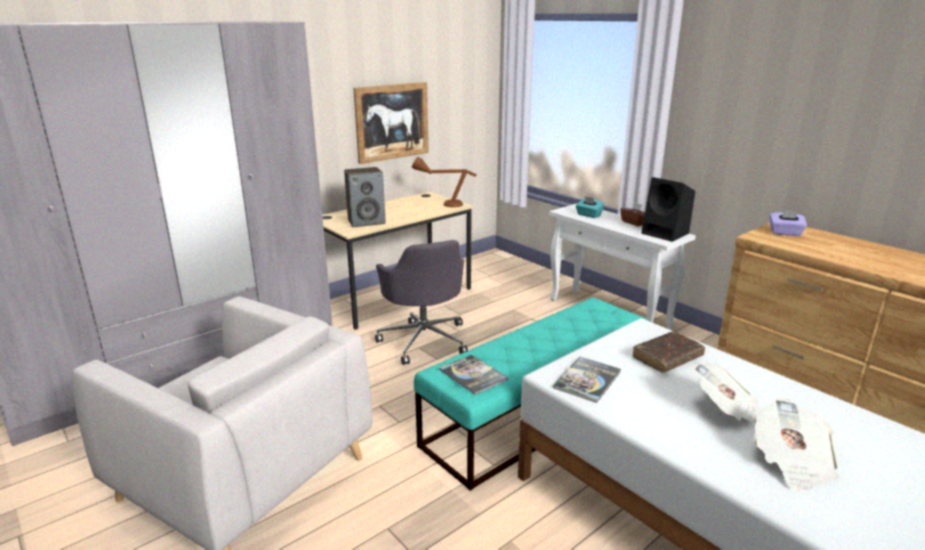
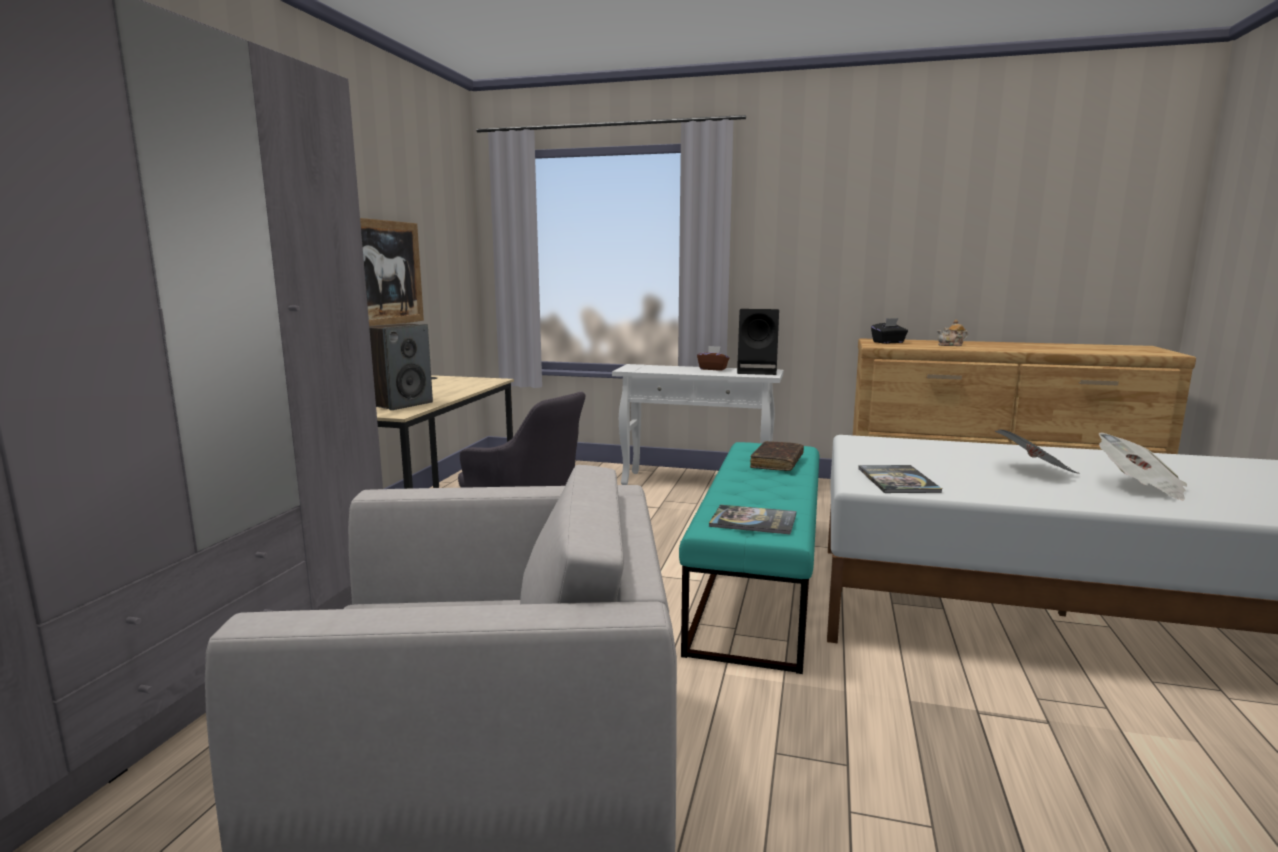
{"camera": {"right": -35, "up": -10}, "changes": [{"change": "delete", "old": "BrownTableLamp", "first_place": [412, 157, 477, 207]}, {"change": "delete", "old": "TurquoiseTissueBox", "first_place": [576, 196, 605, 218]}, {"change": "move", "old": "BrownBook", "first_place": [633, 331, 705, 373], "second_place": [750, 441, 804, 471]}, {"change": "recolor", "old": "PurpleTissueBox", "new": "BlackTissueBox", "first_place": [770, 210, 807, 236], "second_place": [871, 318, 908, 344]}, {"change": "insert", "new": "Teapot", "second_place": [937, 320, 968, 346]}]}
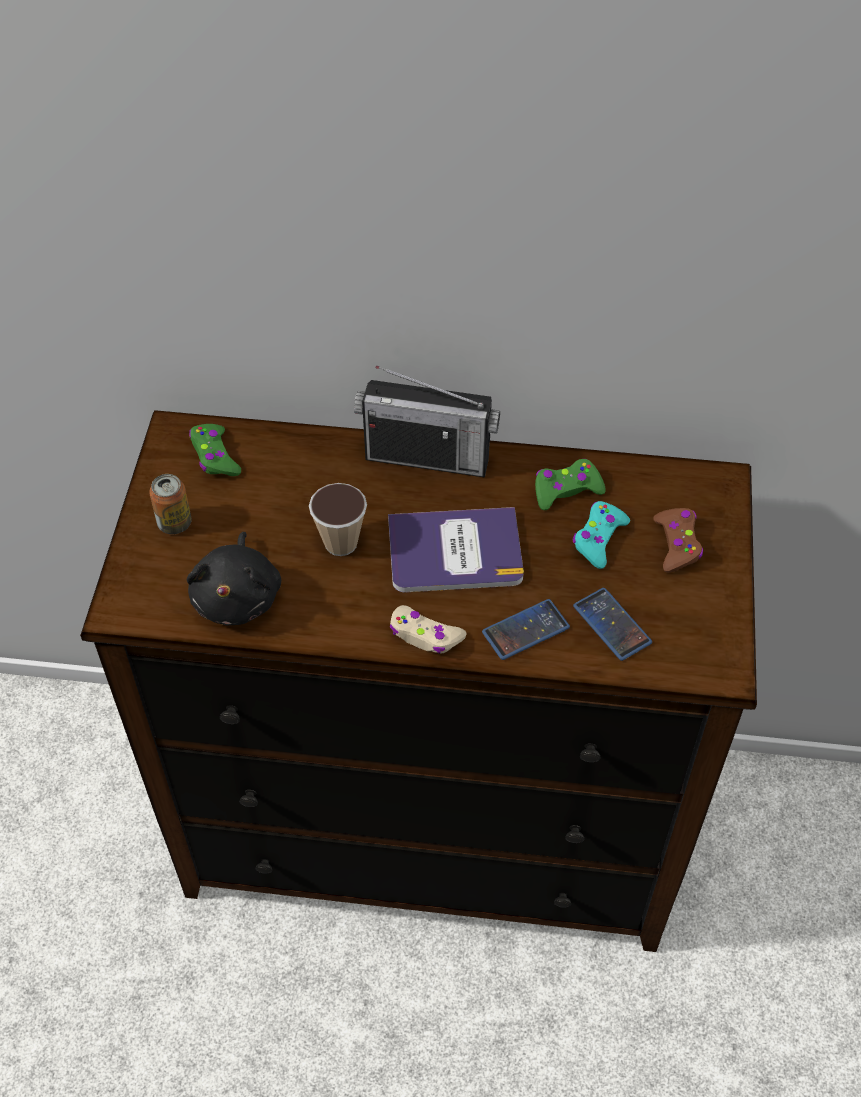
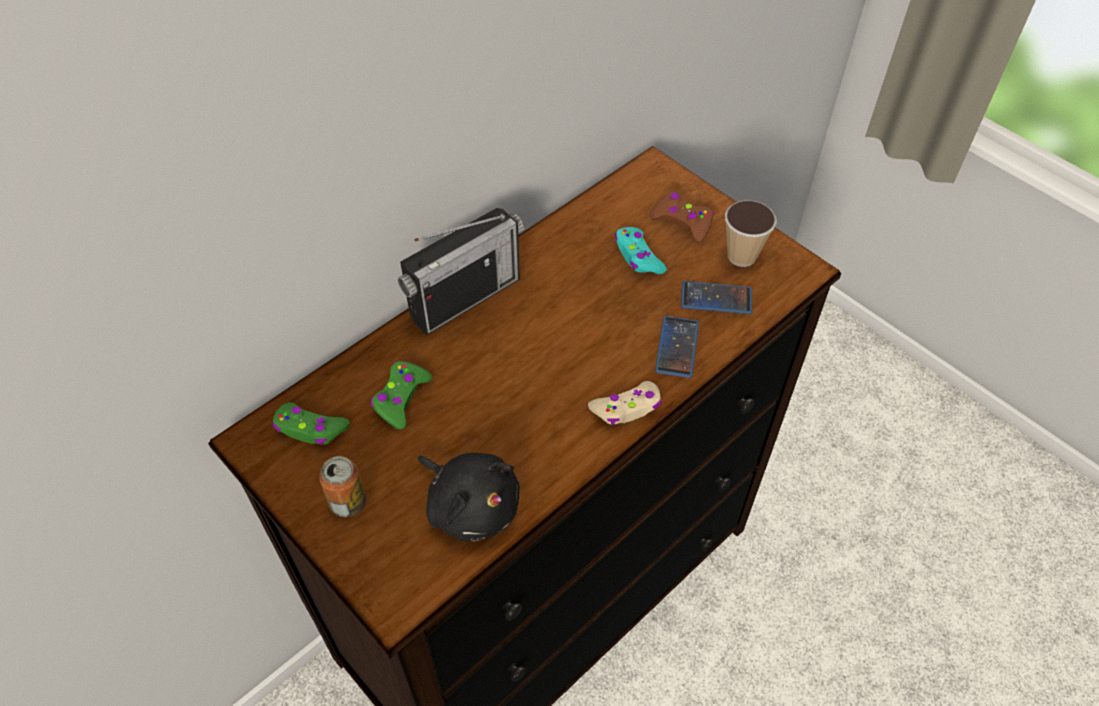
{"camera": {"right": -50, "up": 0}, "changes": [{"change": "move", "old": "Cup", "first_place": [309, 483, 367, 556], "second_place": [725, 200, 777, 267]}, {"change": "delete", "old": "Book", "first_place": [388, 507, 524, 592]}, {"change": "move", "old": "GreenGameController", "first_place": [535, 459, 606, 510], "second_place": [371, 361, 432, 430]}]}
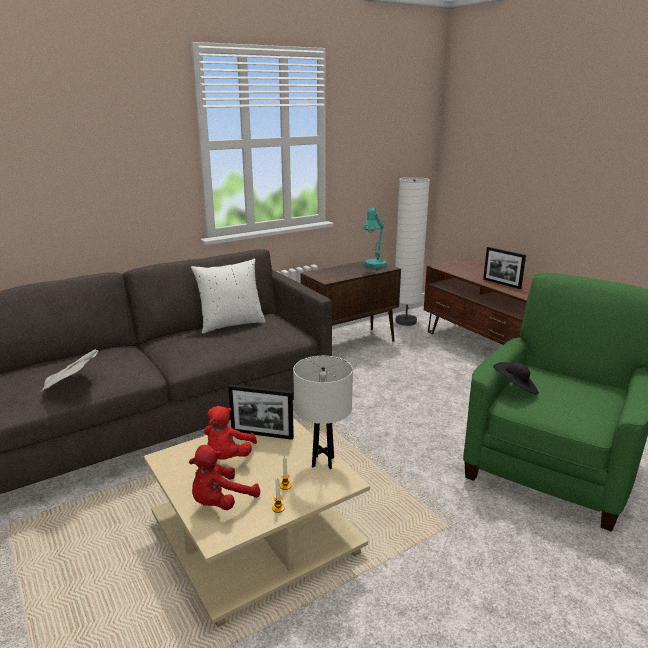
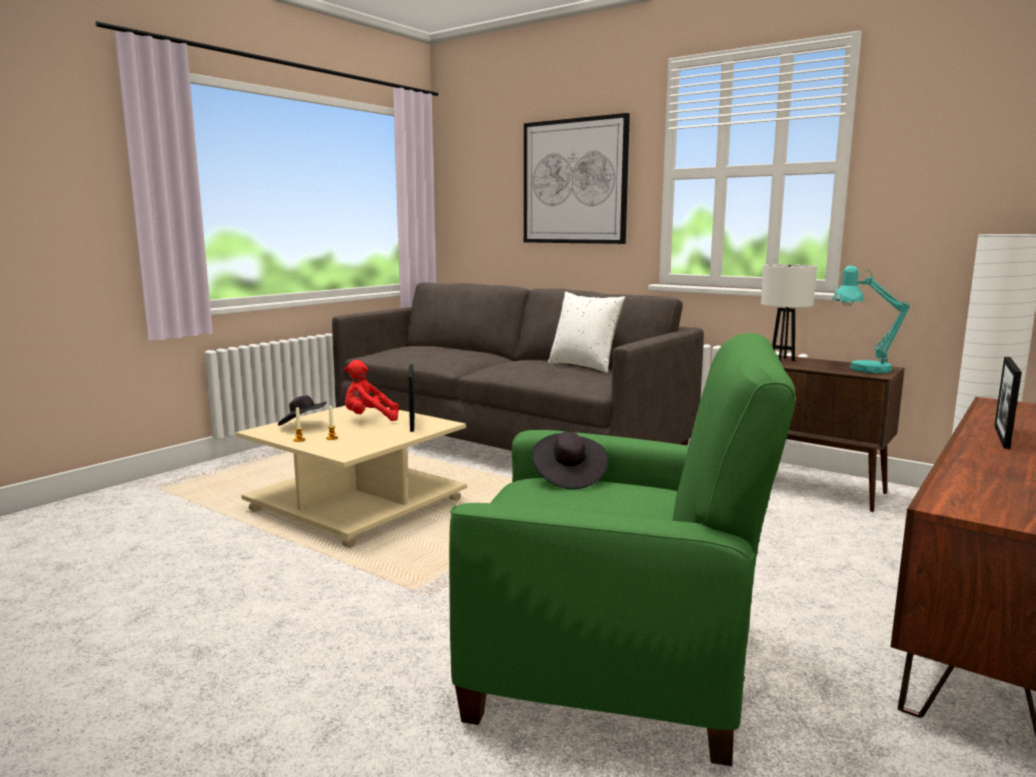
{"camera": {"right": 70, "up": -10}, "changes": [{"change": "delete", "old": "Newspaper", "first_place": [41, 348, 98, 391]}, {"change": "replace", "old": "RedPlushToy", "new": "BlackHat", "first_place": [189, 445, 260, 510], "second_place": [278, 395, 327, 426]}, {"change": "move", "old": "WhiteTableLamp", "first_place": [293, 356, 353, 469], "second_place": [761, 264, 817, 361]}, {"change": "insert", "new": "Picture", "second_place": [524, 113, 630, 244]}]}
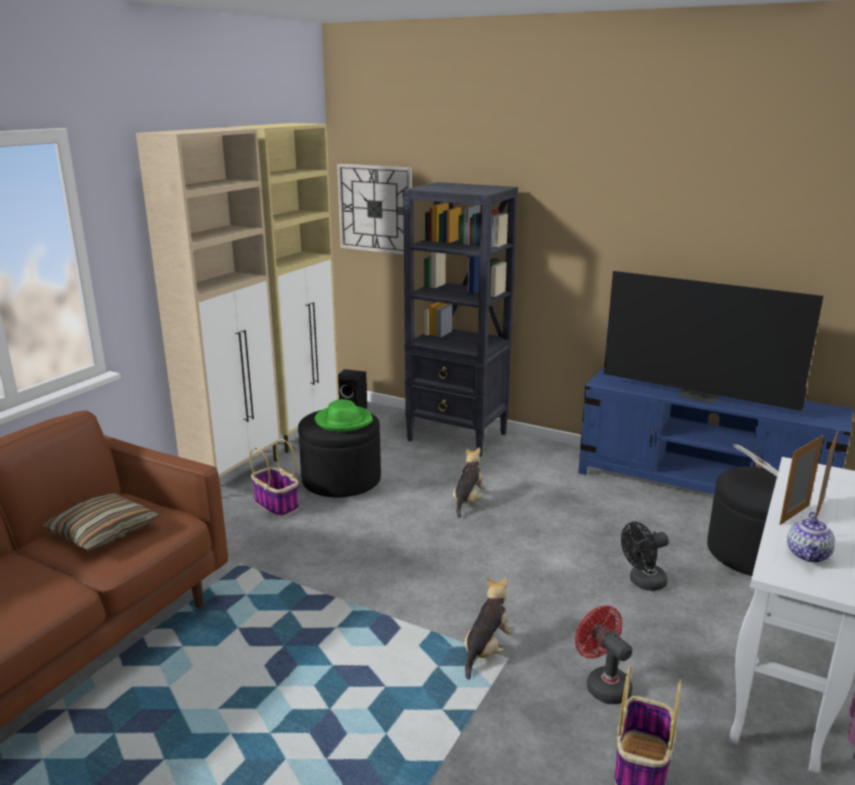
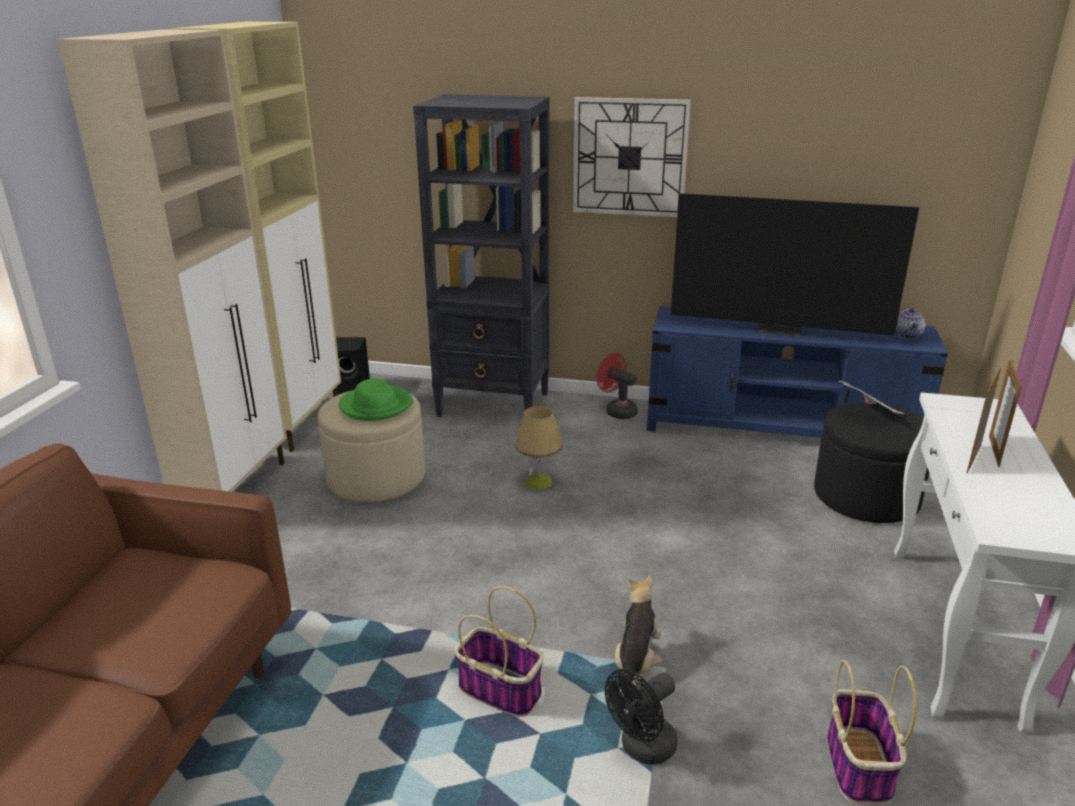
{"camera": {"right": -15, "up": 5}, "changes": [{"change": "delete", "old": "Pillow", "first_place": [42, 493, 160, 551]}, {"change": "move", "old": "Basket", "first_place": [250, 439, 299, 517], "second_place": [454, 586, 544, 717]}, {"change": "recolor", "old": "BlackOttoman", "new": "BeigeOttoman", "first_place": [298, 410, 381, 497], "second_place": [318, 391, 425, 502]}, {"change": "move", "old": "WallClock", "first_place": [337, 164, 412, 255], "second_place": [573, 97, 691, 217]}, {"change": "replace", "old": "PlushToy", "new": "TableLamp", "first_place": [453, 448, 486, 518], "second_place": [515, 406, 563, 490]}, {"change": "move", "old": "RedFan", "first_place": [575, 606, 633, 704], "second_place": [597, 353, 638, 419]}, {"change": "move", "old": "BlackFan", "first_place": [621, 522, 669, 591], "second_place": [605, 669, 678, 765]}, {"change": "move", "old": "Teapot", "first_place": [787, 512, 835, 563], "second_place": [896, 307, 926, 339]}]}
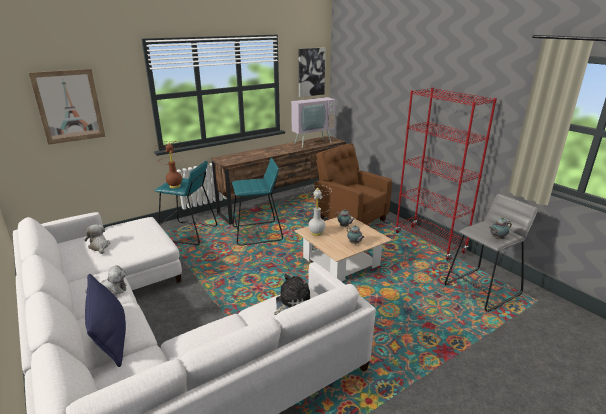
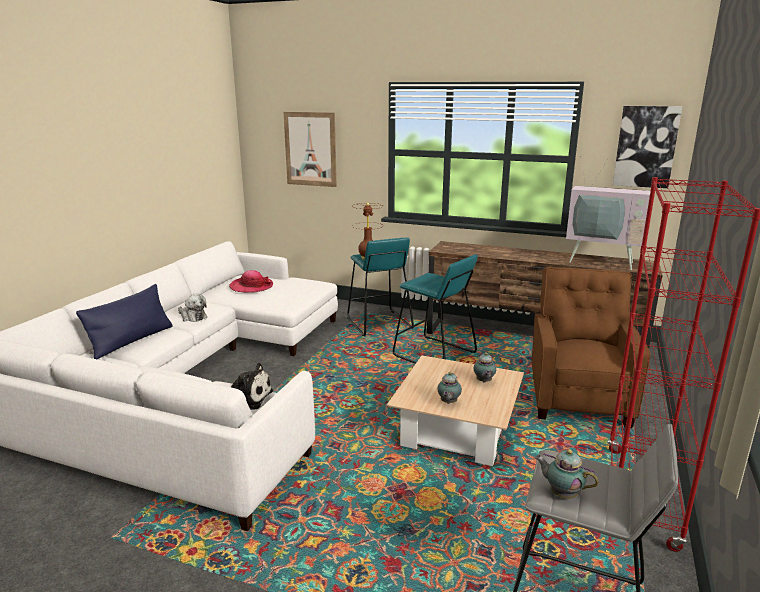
{"camera": {"right": 55, "up": -5}, "changes": [{"change": "replace", "old": "PlushToy", "new": "Hat", "first_place": [85, 224, 111, 254], "second_place": [229, 270, 273, 292]}, {"change": "delete", "old": "WhiteTableLamp", "first_place": [306, 185, 331, 236]}]}
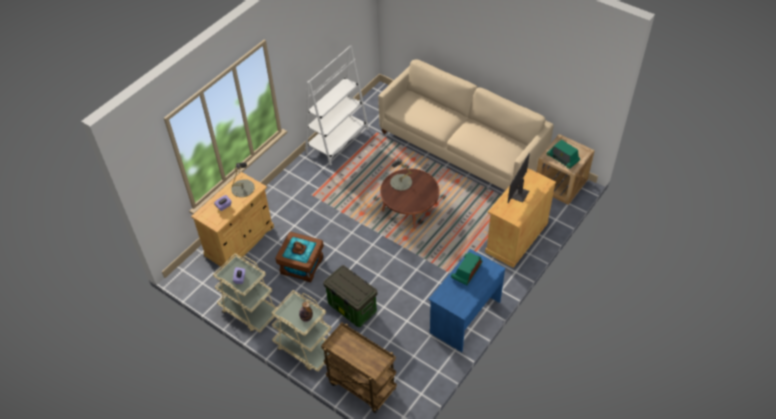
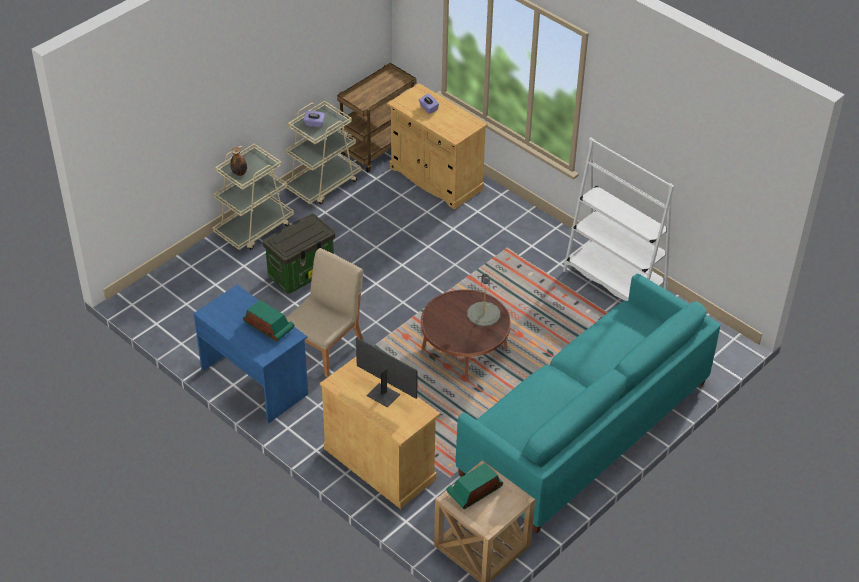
{"camera": {"right": 95, "up": -5}, "changes": [{"change": "delete", "old": "GreyTableLamp", "first_place": [231, 162, 255, 197]}, {"change": "delete", "old": "BrownStorageBox", "first_place": [275, 232, 324, 282]}, {"change": "move", "old": "BrownCart", "first_place": [321, 323, 397, 413], "second_place": [337, 63, 417, 172]}, {"change": "recolor", "old": "BeigeSofa", "new": "TurquoiseSofa", "first_place": [378, 59, 554, 191], "second_place": [456, 274, 720, 534]}, {"change": "insert", "new": "BeigeChair", "second_place": [286, 248, 364, 377]}]}
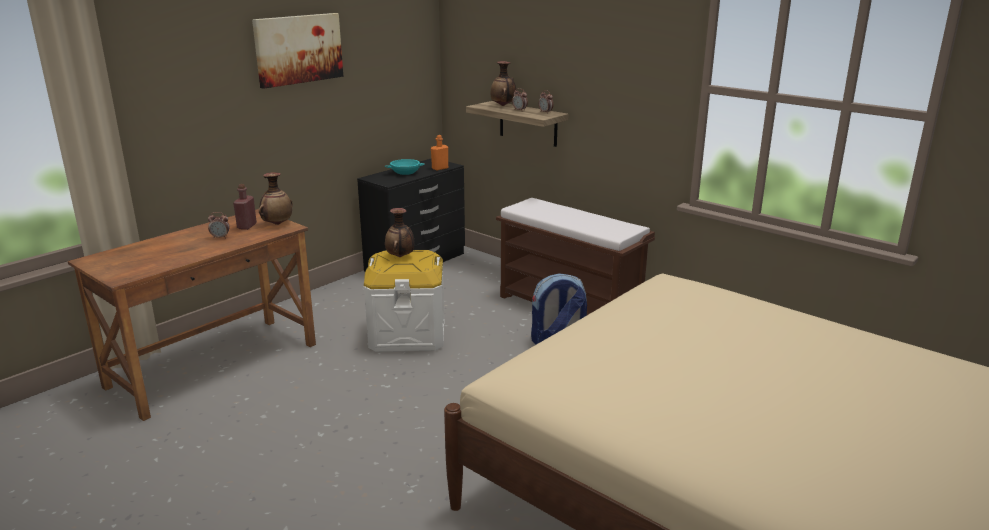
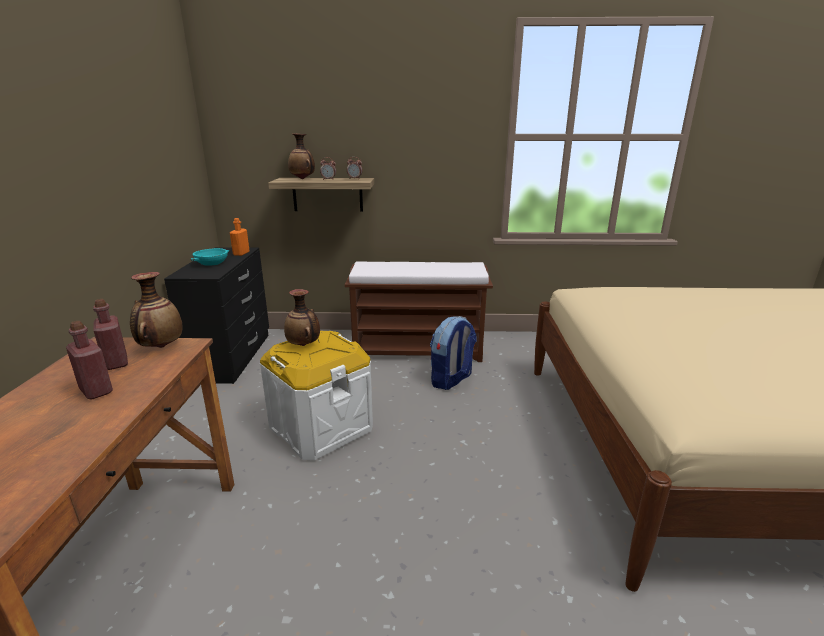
{"camera": {"right": -40, "up": 0}, "changes": [{"change": "replace", "old": "AlarmClock", "new": "RedBottle", "first_place": [208, 212, 230, 239], "second_place": [66, 321, 113, 399]}, {"change": "delete", "old": "Picture", "first_place": [252, 13, 343, 89]}]}
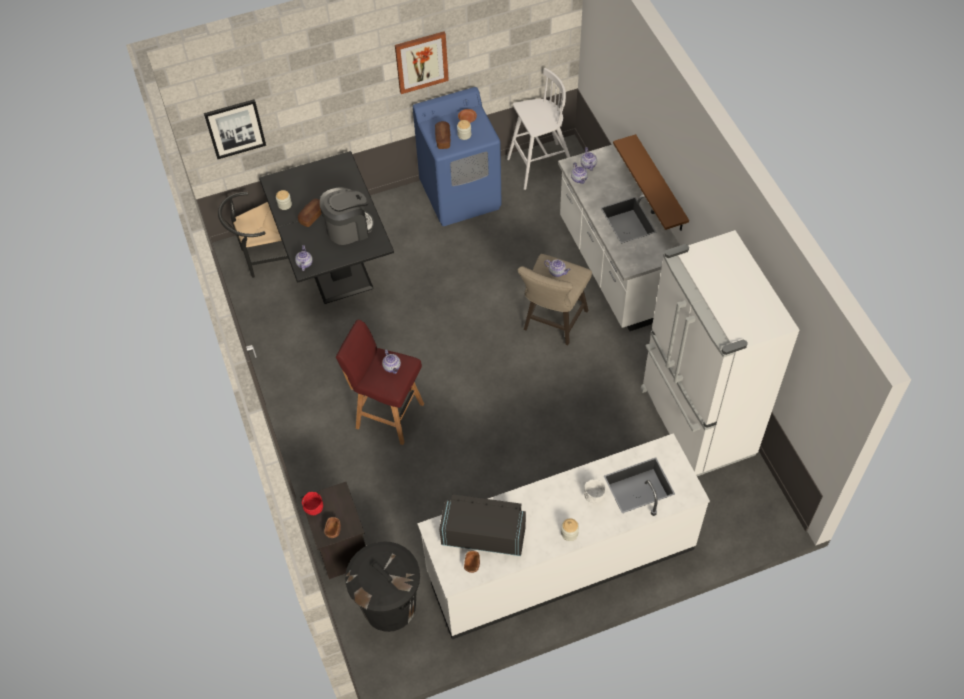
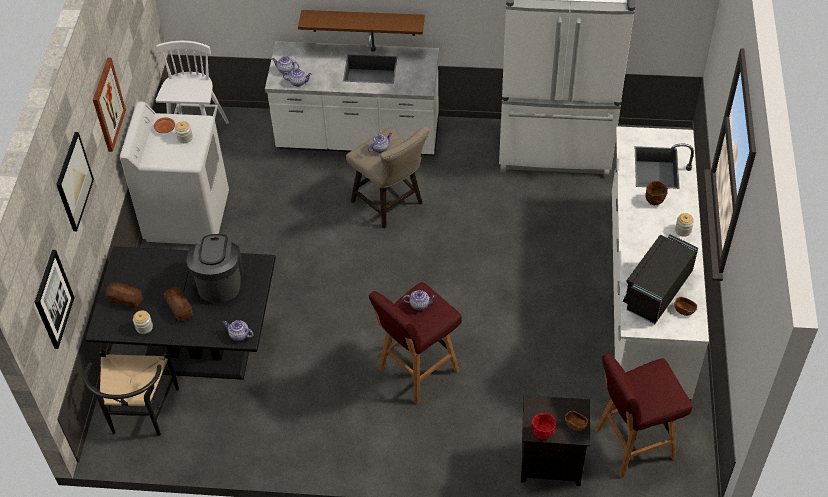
{"camera": {"right": -65, "up": -5}, "changes": [{"change": "replace", "old": "BlackTrashCan", "new": "RedStool", "first_place": [345, 541, 420, 632], "second_place": [595, 354, 692, 478]}, {"change": "recolor", "old": "BlueWashingMachine", "new": "WhiteWashingMachine", "first_place": [413, 87, 502, 226], "second_place": [120, 101, 229, 245]}, {"change": "move", "old": "Bread", "first_place": [435, 121, 450, 149], "second_place": [105, 282, 143, 308]}, {"change": "recolor", "old": "WhiteBowl", "new": "BrownBowl", "first_place": [584, 479, 606, 503], "second_place": [645, 181, 668, 205]}, {"change": "insert", "new": "Picture", "second_place": [56, 132, 94, 231]}]}
